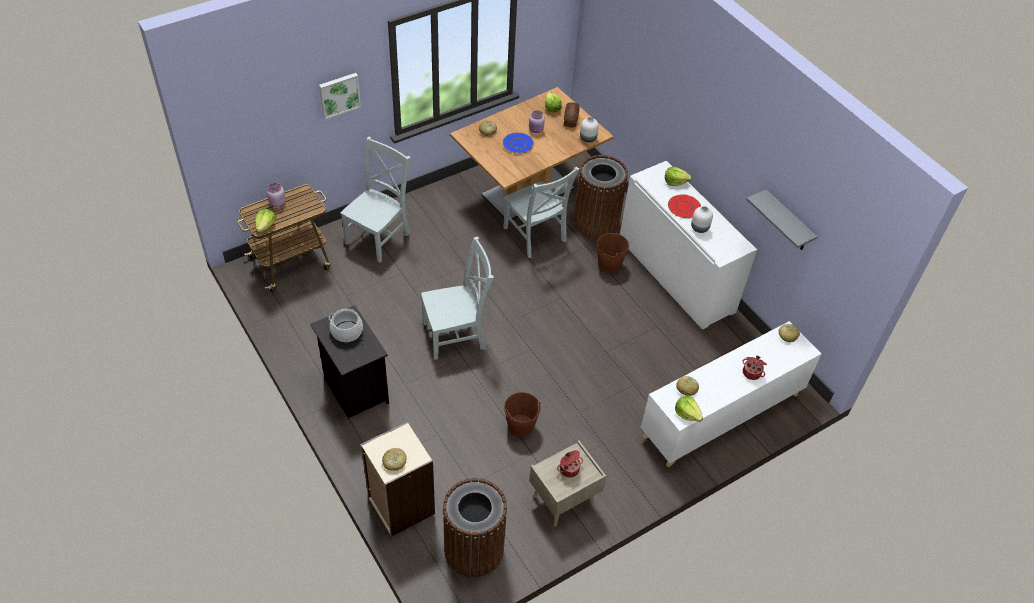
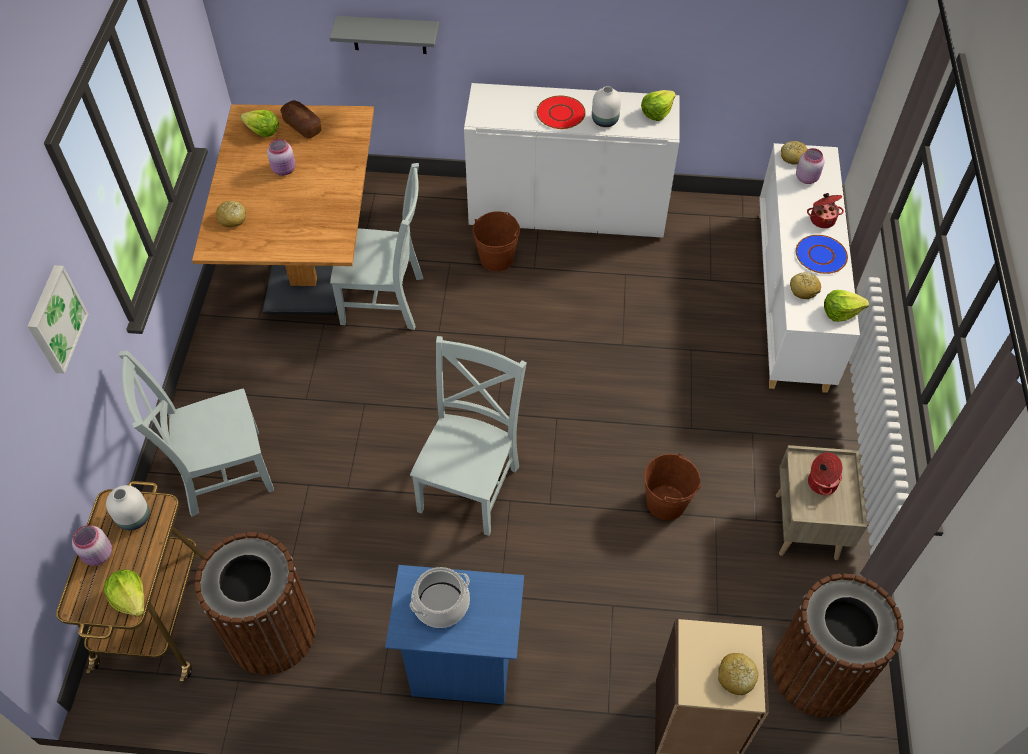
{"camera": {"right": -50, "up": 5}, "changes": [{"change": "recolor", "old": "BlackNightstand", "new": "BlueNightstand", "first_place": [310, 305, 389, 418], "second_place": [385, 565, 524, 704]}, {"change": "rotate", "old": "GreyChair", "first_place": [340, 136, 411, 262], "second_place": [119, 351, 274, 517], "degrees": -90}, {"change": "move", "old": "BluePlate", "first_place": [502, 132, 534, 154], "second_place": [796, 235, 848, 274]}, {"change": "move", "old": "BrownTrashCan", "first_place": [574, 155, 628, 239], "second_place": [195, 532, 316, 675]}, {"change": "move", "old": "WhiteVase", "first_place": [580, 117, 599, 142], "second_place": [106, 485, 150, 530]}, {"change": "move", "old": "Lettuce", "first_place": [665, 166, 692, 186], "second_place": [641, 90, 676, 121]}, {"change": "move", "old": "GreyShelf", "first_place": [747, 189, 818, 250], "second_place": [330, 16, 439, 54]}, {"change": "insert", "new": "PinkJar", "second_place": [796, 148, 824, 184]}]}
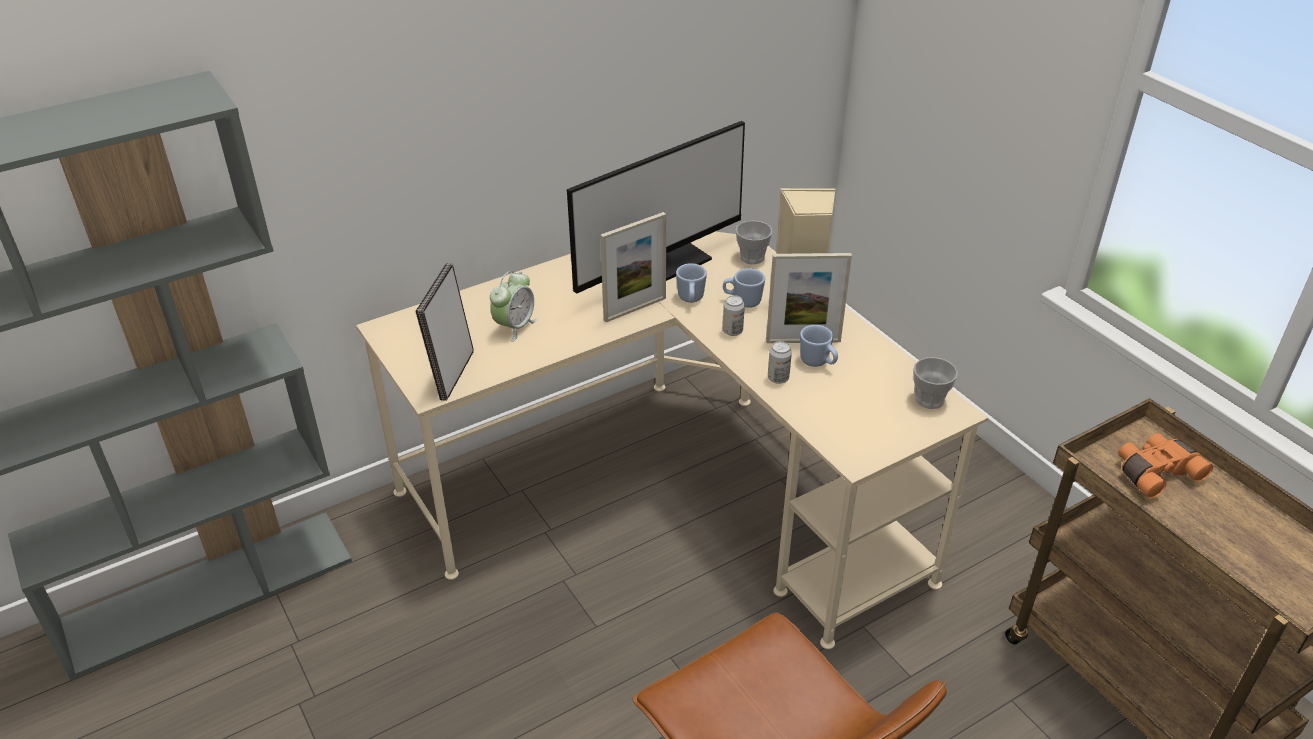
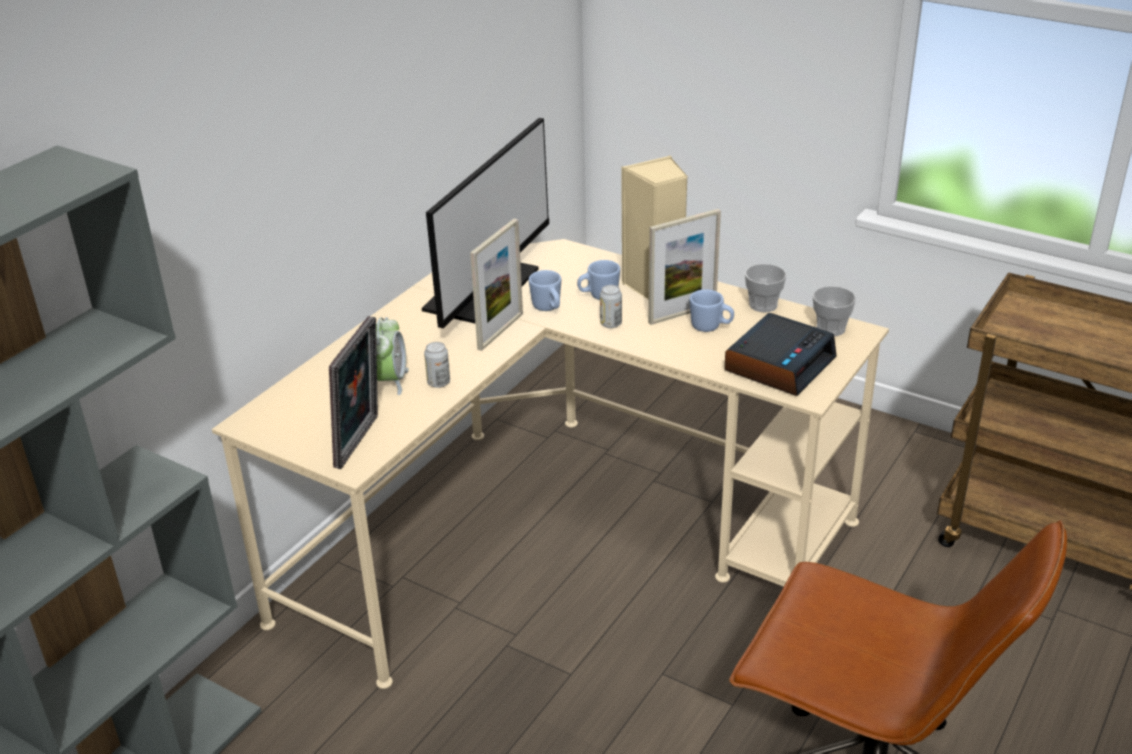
{"camera": {"right": -25, "up": -5}, "changes": [{"change": "rotate", "old": "PictureFrame", "first_place": [415, 263, 474, 401], "second_place": [329, 316, 378, 469], "degrees": -150}, {"change": "move", "old": "Cup", "first_place": [736, 221, 773, 264], "second_place": [745, 264, 787, 312]}, {"change": "move", "old": "Can", "first_place": [768, 341, 792, 384], "second_place": [424, 342, 450, 388]}, {"change": "delete", "old": "OrangeBinoculars", "first_place": [1118, 433, 1213, 499]}, {"change": "insert", "new": "AlarmClock", "second_place": [724, 313, 837, 396]}]}
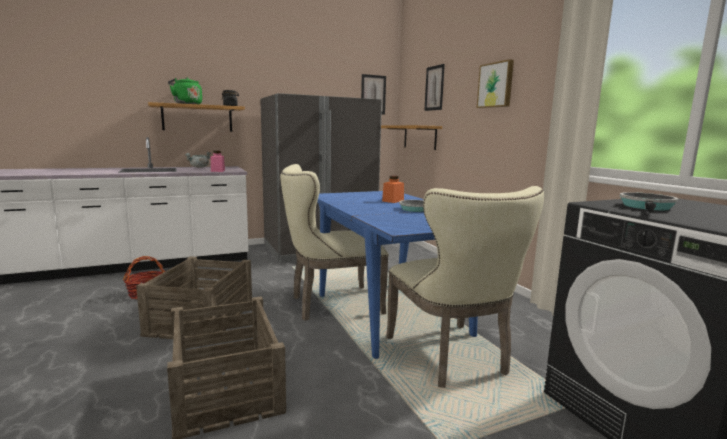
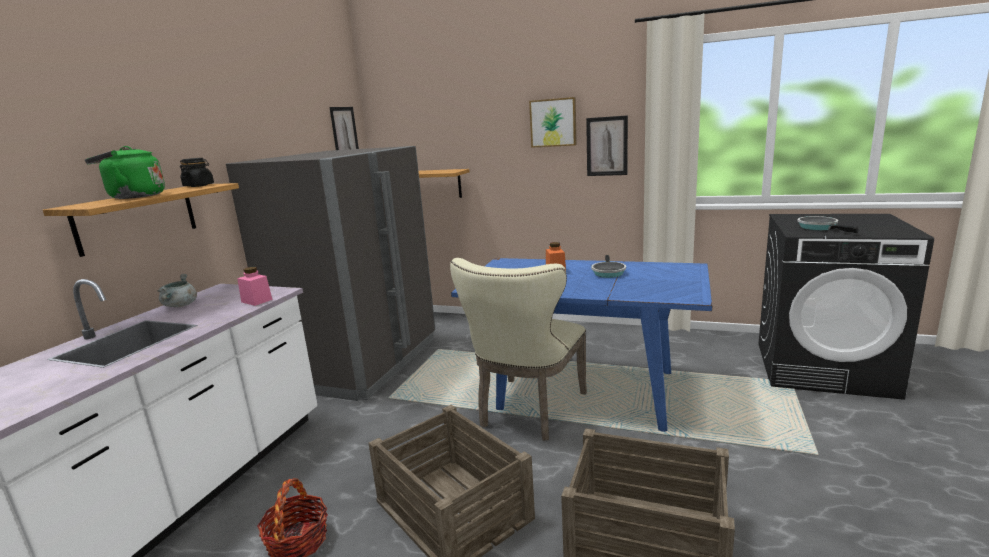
{"camera": {"right": -45, "up": 5}, "changes": [{"change": "delete", "old": "BeigeChair", "first_place": [386, 186, 544, 388]}, {"change": "move", "old": "Picture", "first_place": [424, 64, 445, 111], "second_place": [586, 115, 628, 176]}]}
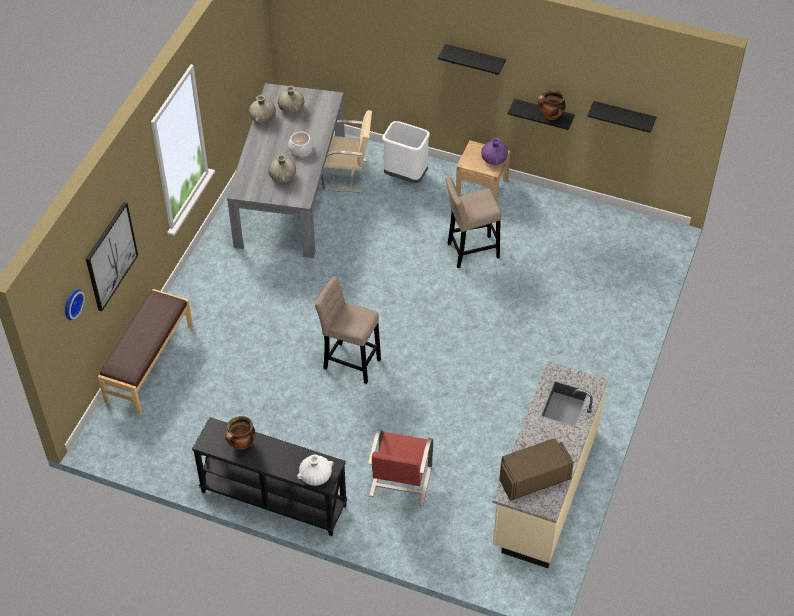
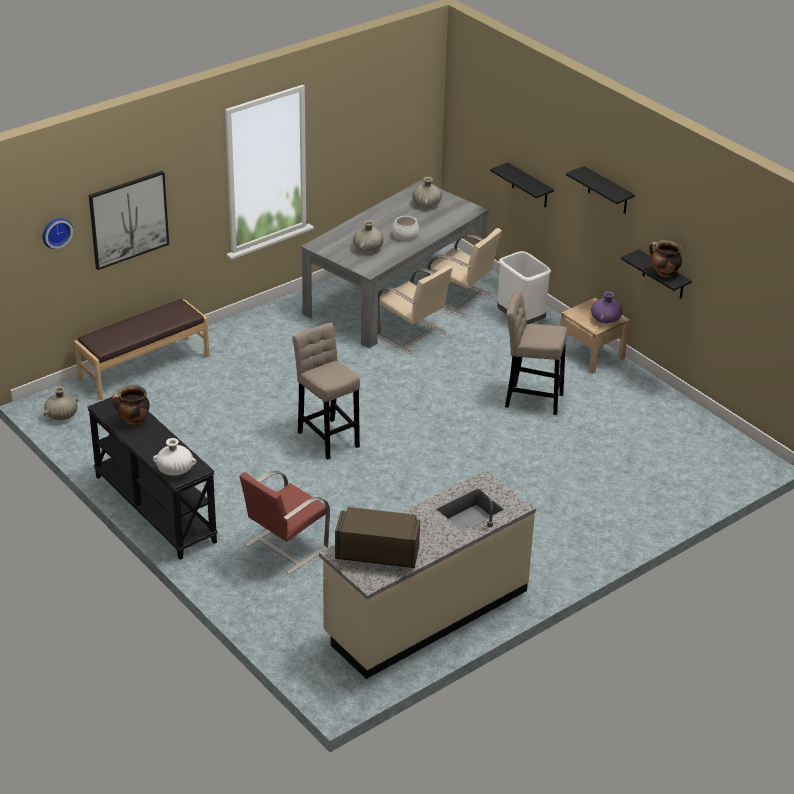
{"camera": {"right": 30, "up": -15}, "changes": [{"change": "move", "old": "BeigeVase", "first_place": [249, 95, 276, 123], "second_place": [43, 386, 78, 420]}, {"change": "move", "old": "BlackShelf", "first_place": [587, 101, 656, 133], "second_place": [490, 163, 554, 208]}, {"change": "insert", "new": "BeigeChair", "second_place": [378, 265, 453, 354]}]}
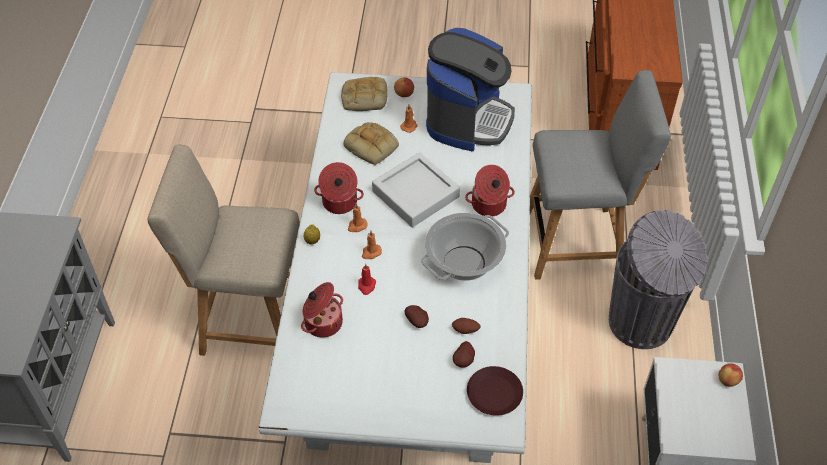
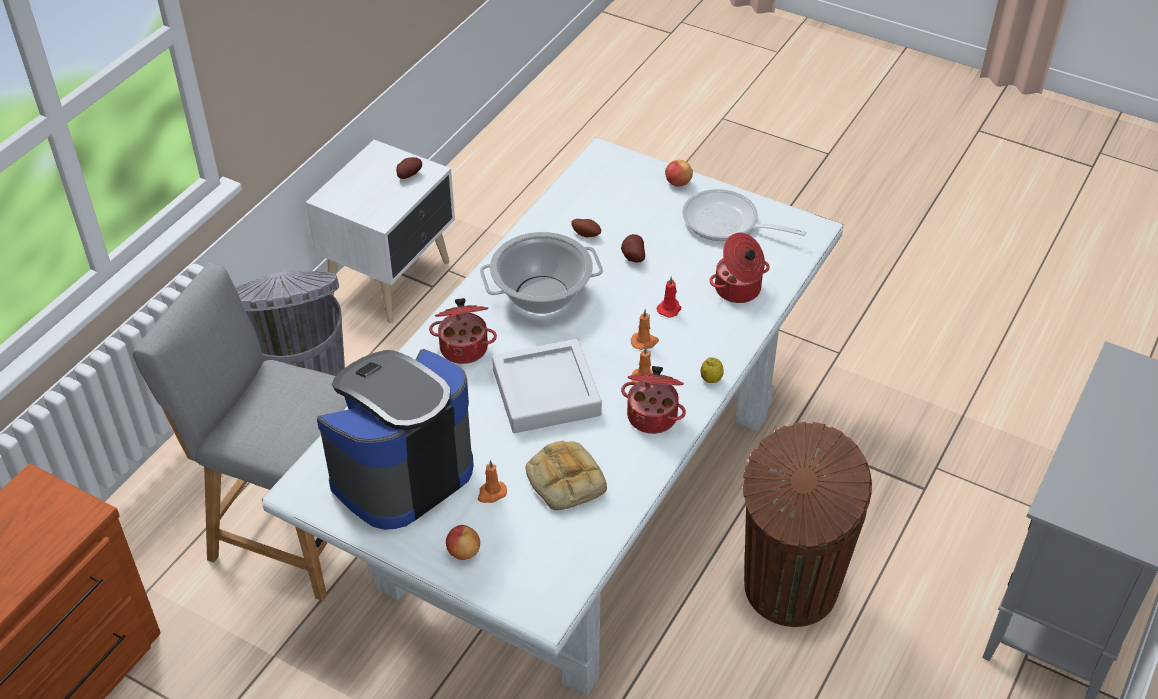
{"camera": {"right": -155, "up": -5}, "changes": [{"change": "replace", "old": "BeigeChair", "new": "BrownTrashCan", "first_place": [147, 144, 300, 356], "second_place": [743, 422, 872, 627]}, {"change": "delete", "old": "Bread", "first_place": [341, 77, 388, 111]}, {"change": "move", "old": "Potato", "first_place": [453, 341, 475, 368], "second_place": [396, 157, 422, 179]}, {"change": "delete", "old": "BrownPlate", "first_place": [467, 366, 523, 416]}, {"change": "move", "old": "Apple", "first_place": [719, 363, 743, 387], "second_place": [665, 160, 693, 187]}, {"change": "insert", "new": "FryingPan", "second_place": [682, 189, 806, 241]}]}
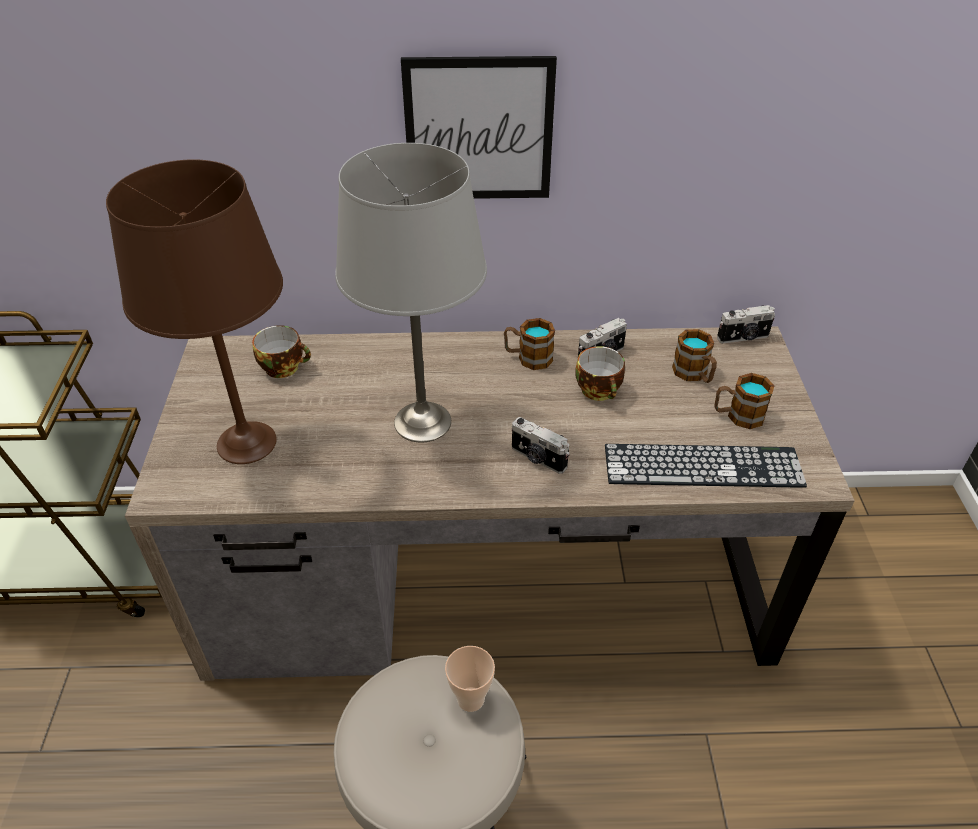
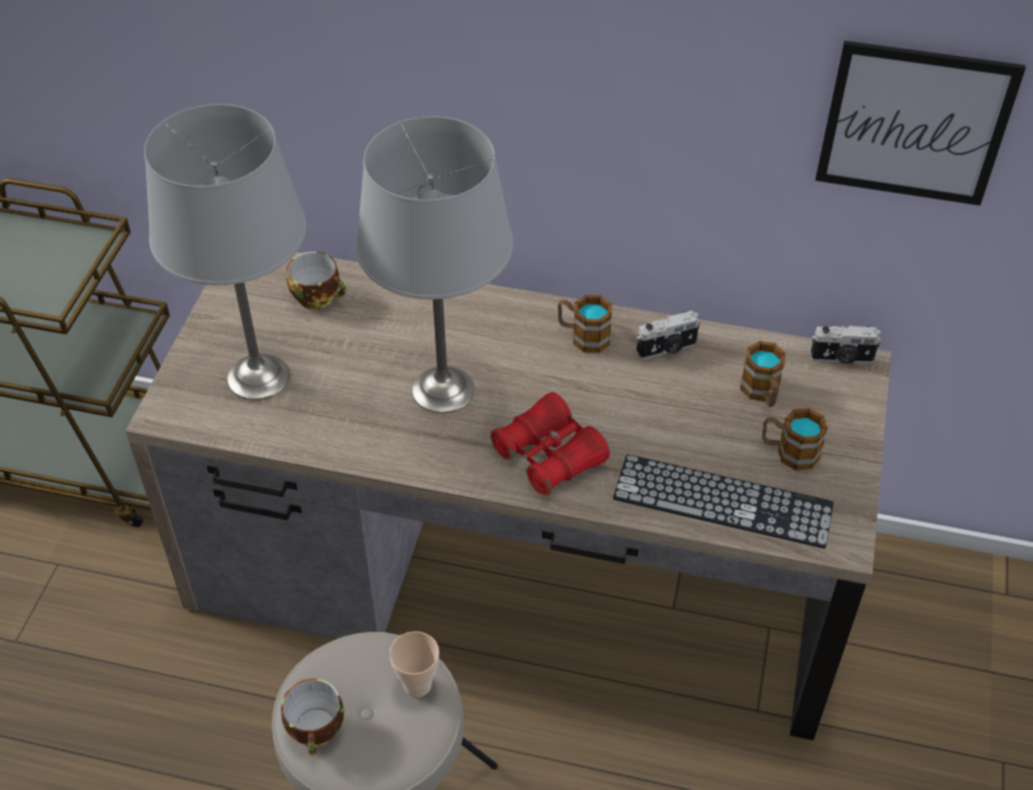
{"camera": {"right": 15, "up": 5}, "changes": [{"change": "recolor", "old": "BrownTableLamp", "new": "GreyTableLamp", "first_place": [106, 159, 283, 464], "second_place": [144, 104, 306, 400]}, {"change": "move", "old": "Picture", "first_place": [401, 56, 557, 199], "second_place": [815, 41, 1025, 206]}, {"change": "replace", "old": "PhotoCamera", "new": "RedBinoculars", "first_place": [512, 417, 570, 474], "second_place": [490, 392, 610, 496]}, {"change": "move", "old": "Cup", "first_place": [575, 346, 625, 401], "second_place": [281, 679, 344, 756]}]}
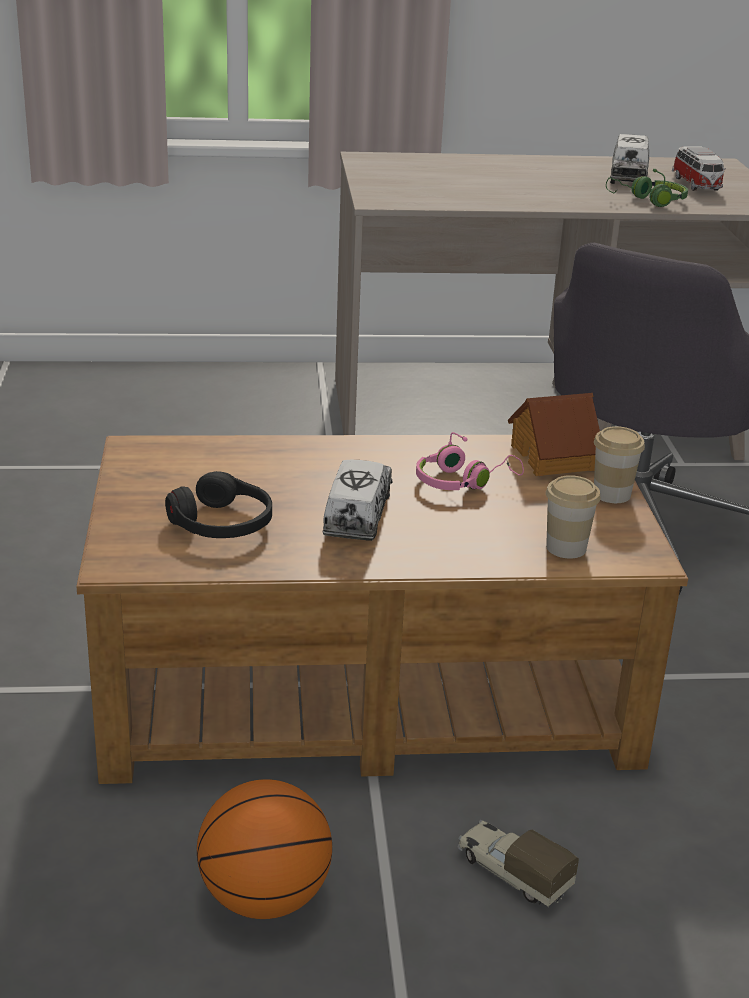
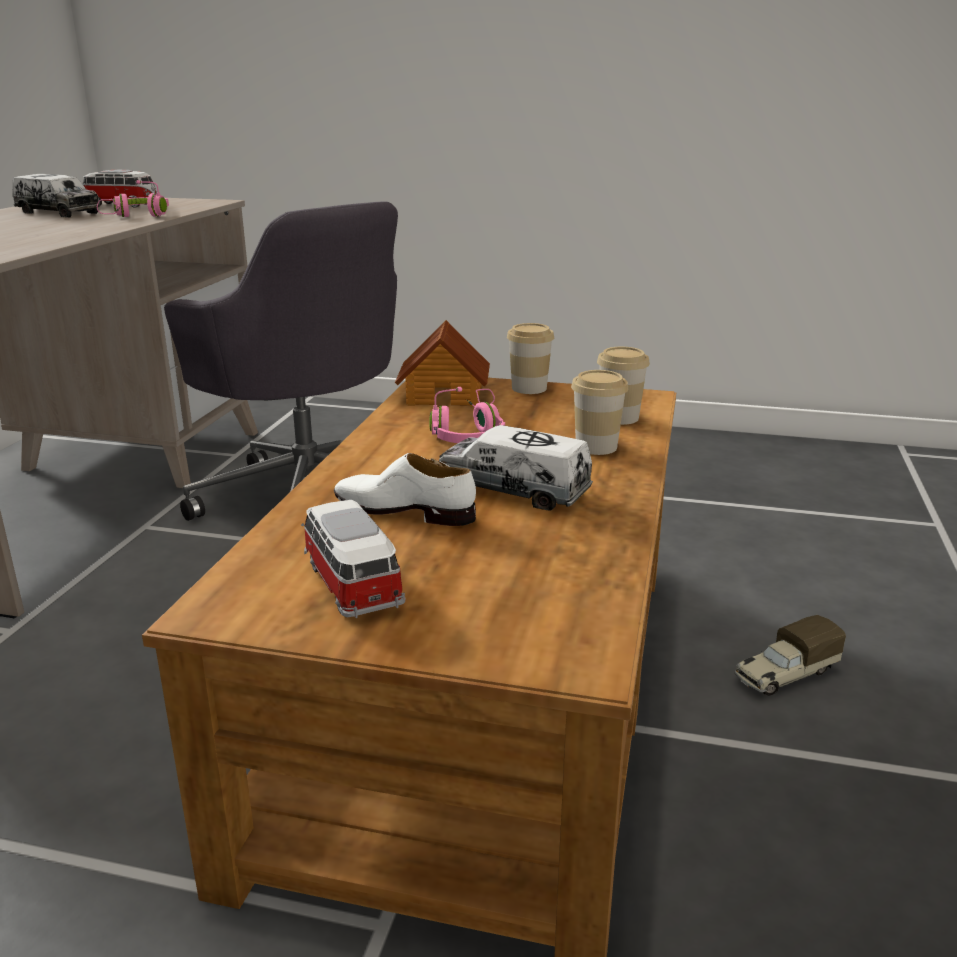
{"camera": {"right": -70, "up": -5}, "changes": [{"change": "delete", "old": "BlackHeadphones", "first_place": [165, 471, 272, 538]}, {"change": "delete", "old": "Basketball", "first_place": [197, 779, 332, 919]}, {"change": "recolor", "old": "GreenHeadphones", "new": "PinkHeadphones", "first_place": [606, 169, 688, 207], "second_place": [97, 180, 169, 217]}, {"change": "insert", "new": "ToyCar", "second_place": [301, 500, 406, 618]}, {"change": "insert", "new": "WhiteShoe", "second_place": [334, 453, 476, 526]}, {"change": "insert", "new": "Cup", "second_place": [571, 370, 628, 455]}]}
